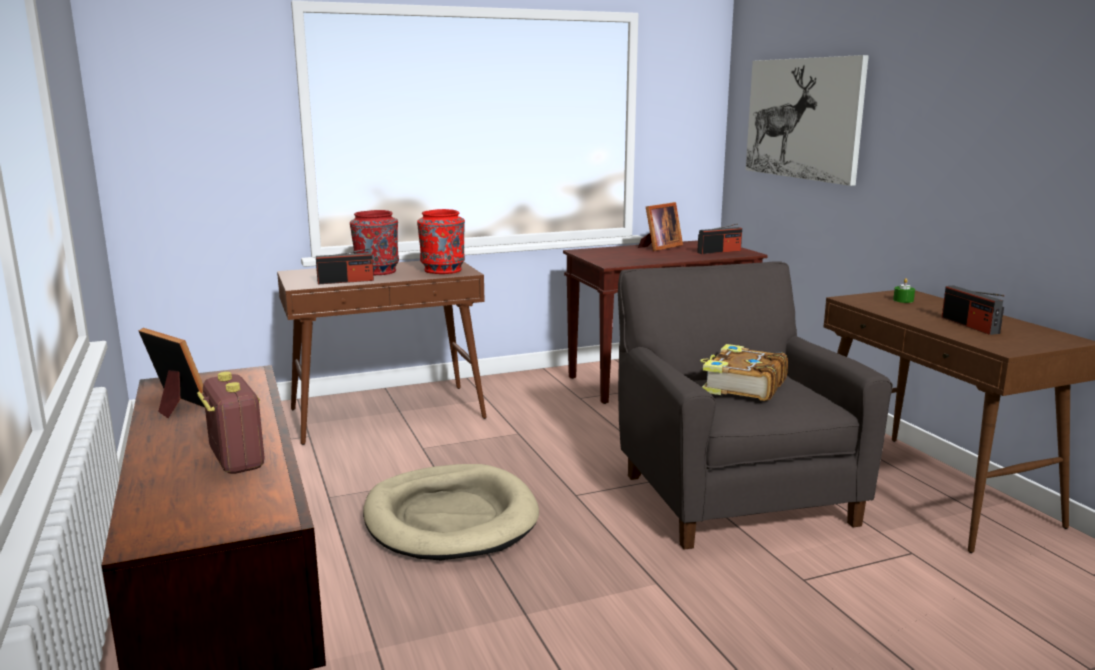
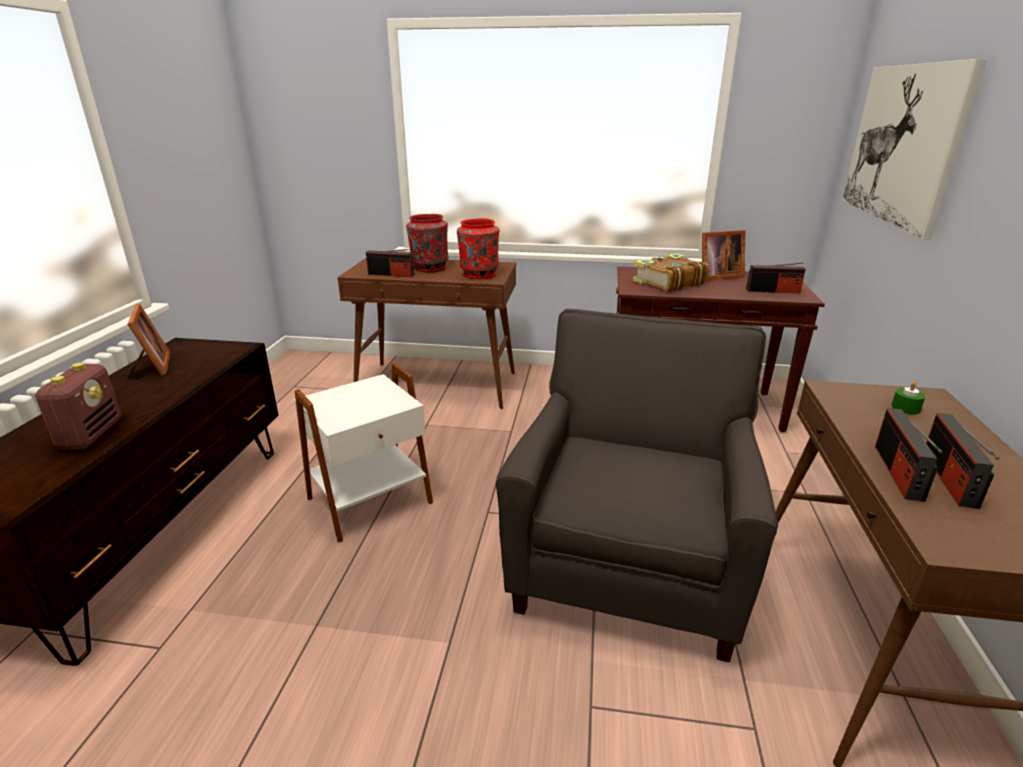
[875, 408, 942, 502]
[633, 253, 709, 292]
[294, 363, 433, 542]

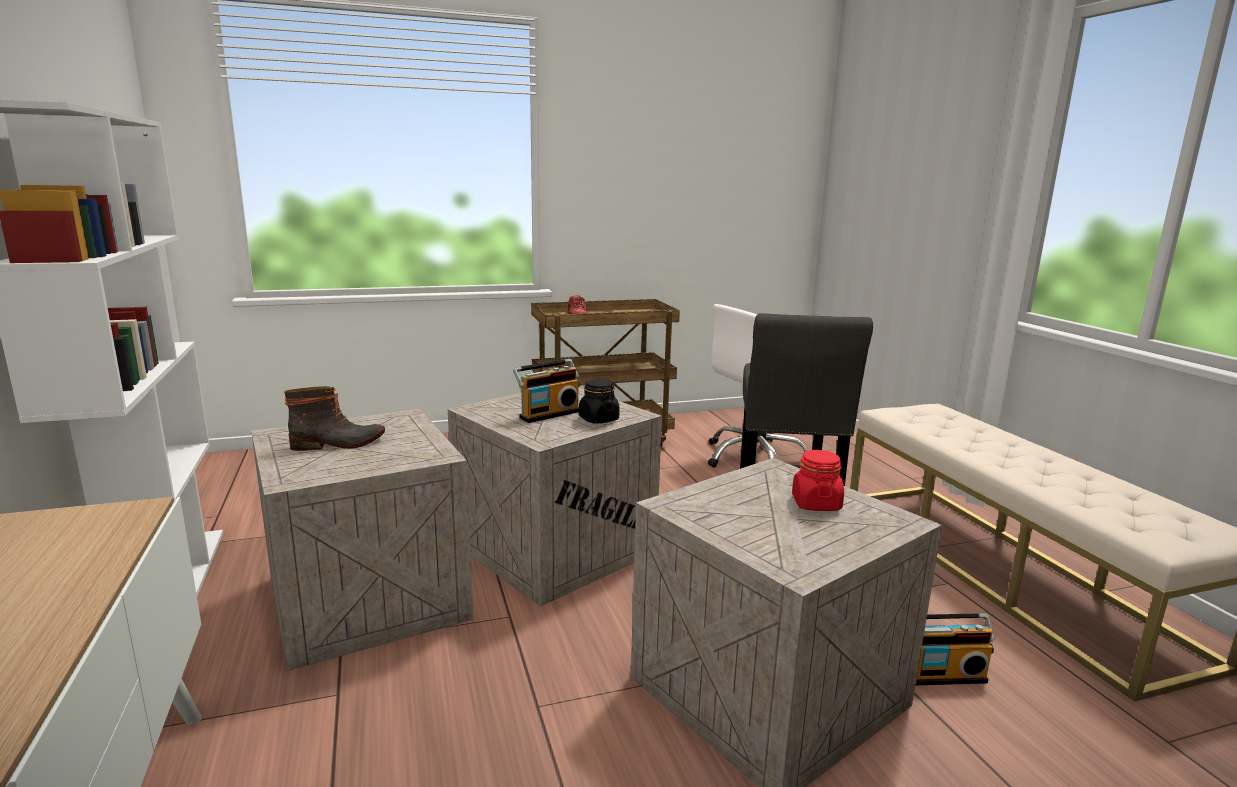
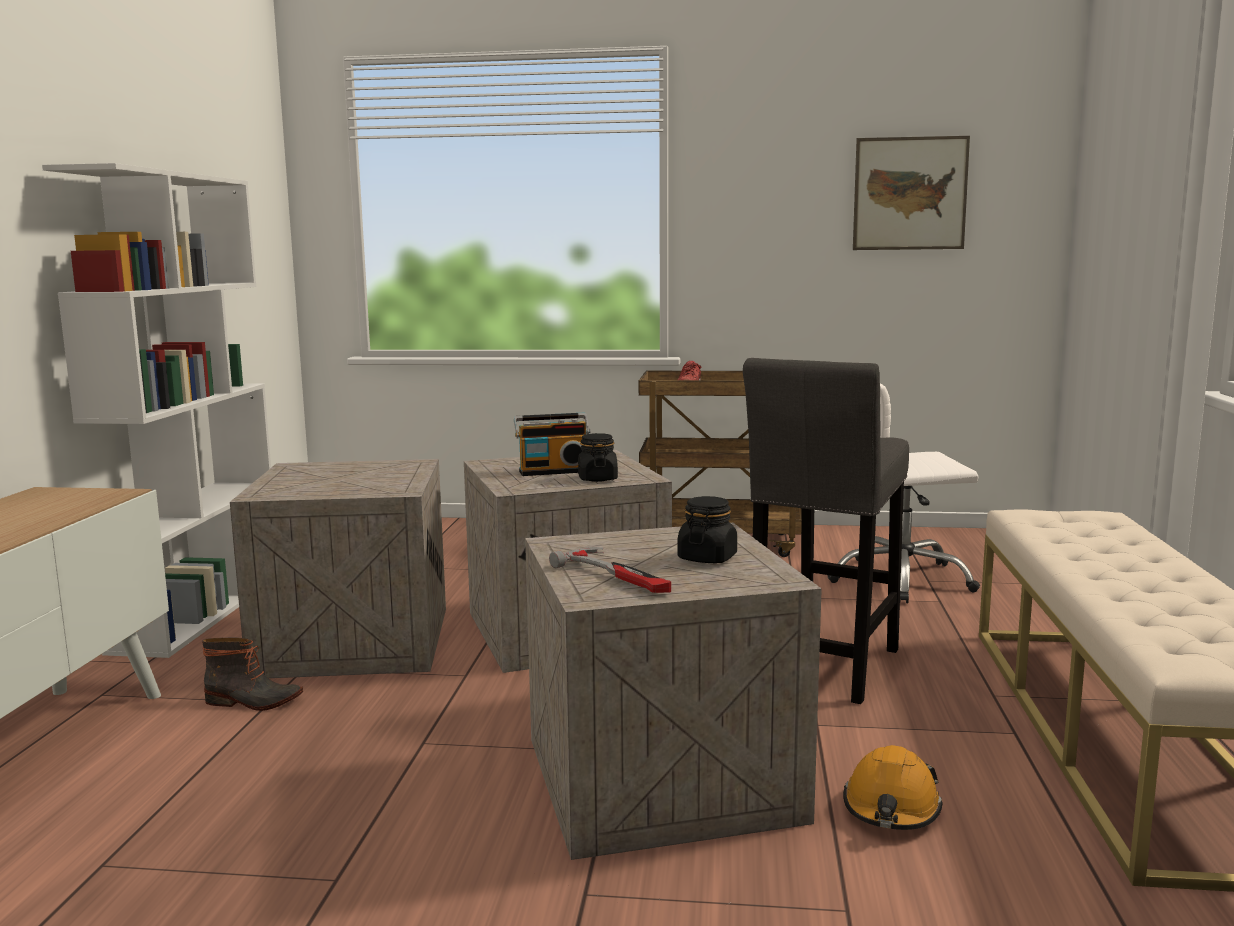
[549, 547, 671, 593]
[853, 136, 970, 250]
[202, 638, 303, 711]
[843, 745, 943, 830]
[677, 496, 737, 563]

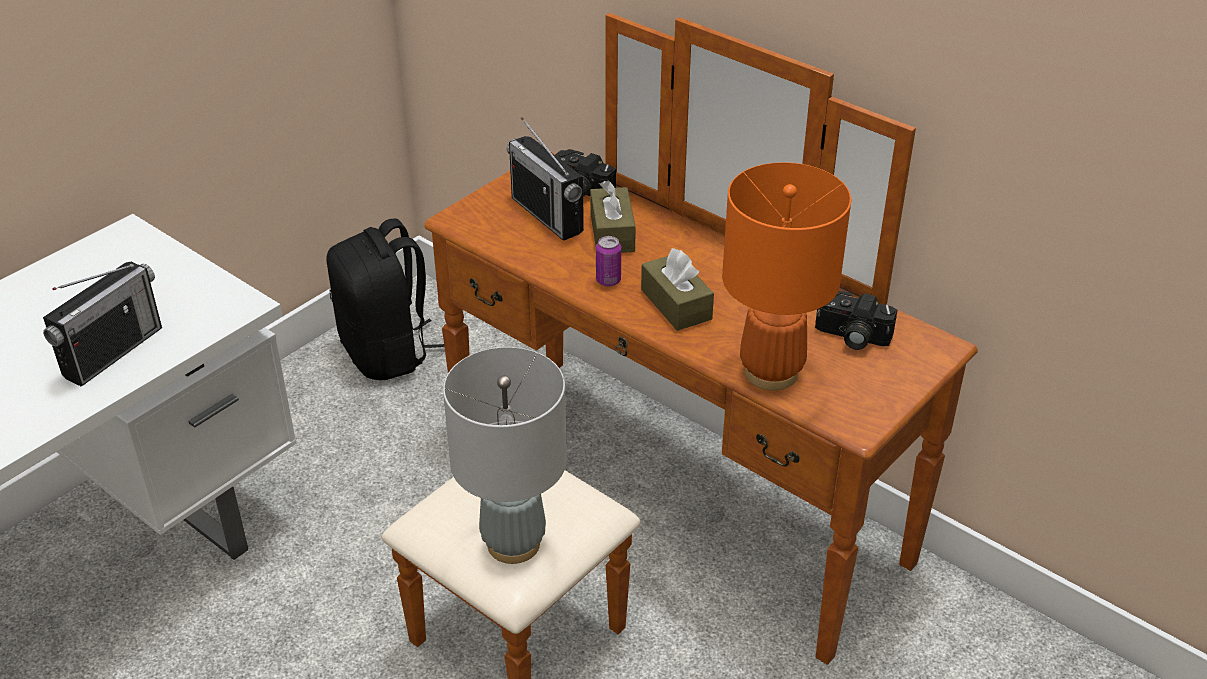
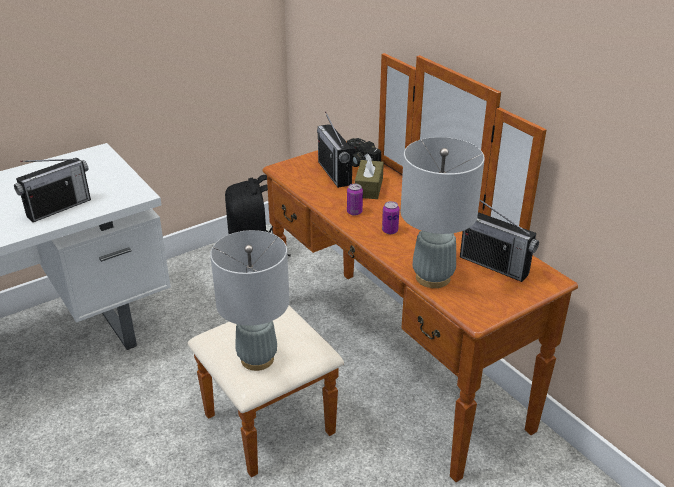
[382, 201, 399, 234]
[460, 200, 539, 282]
[401, 137, 485, 288]

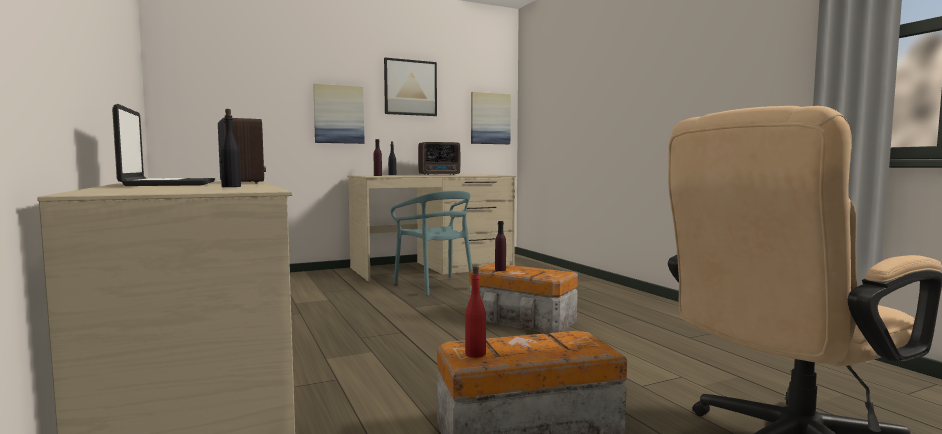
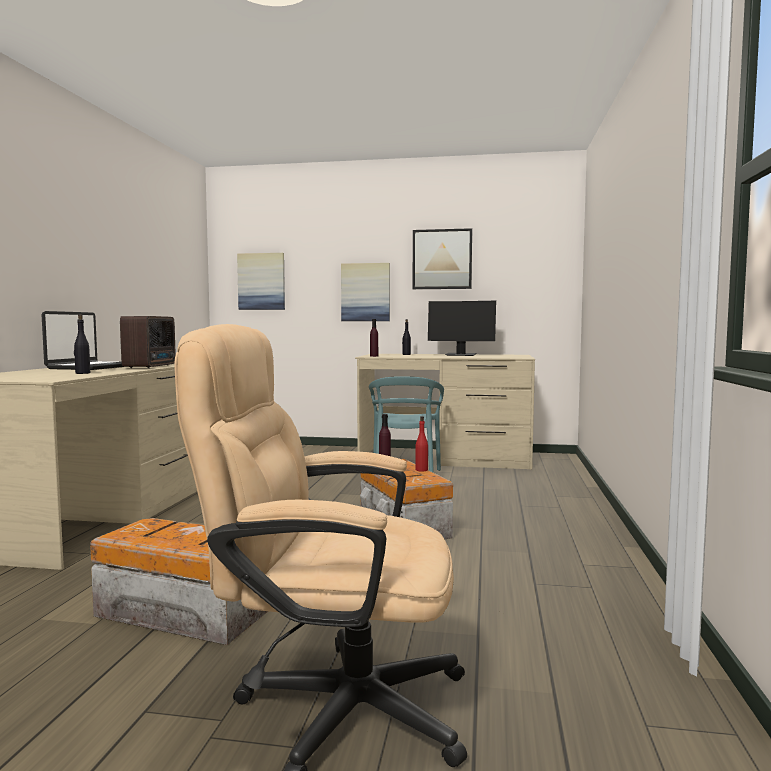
[415, 416, 428, 472]
[237, 253, 285, 310]
[428, 301, 496, 356]

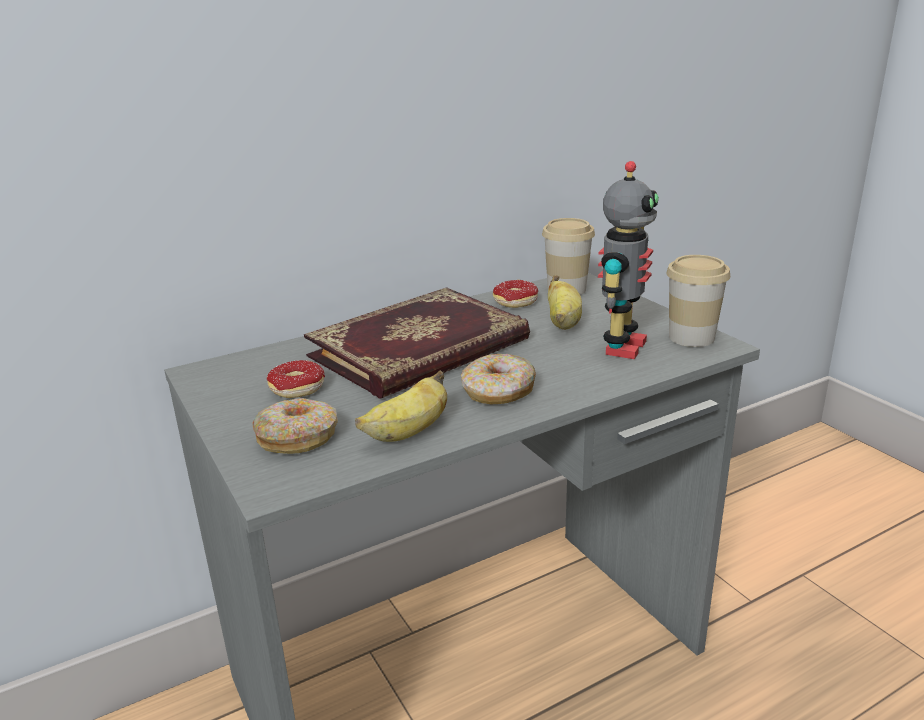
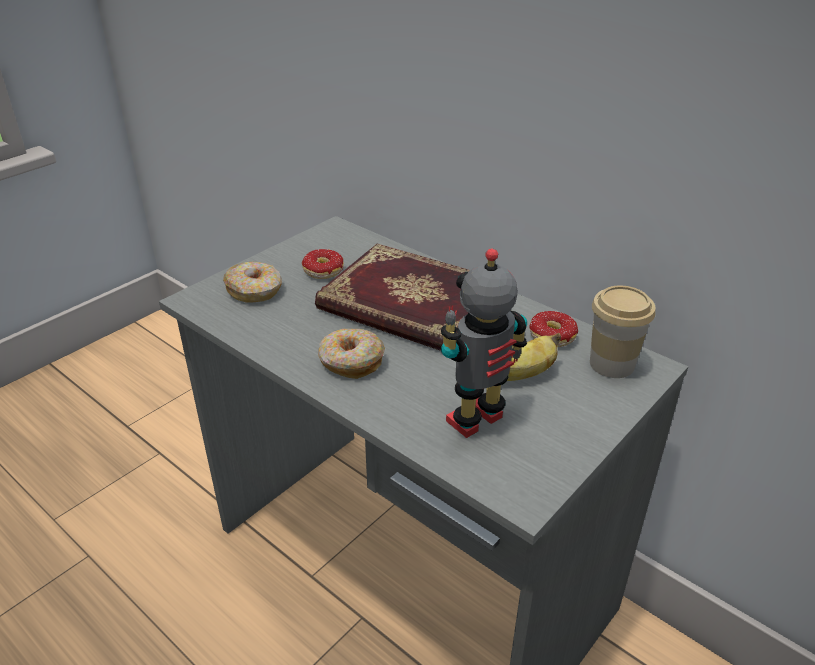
[355, 371, 447, 442] (first image)
[667, 255, 730, 347] (first image)
[441, 248, 527, 438]

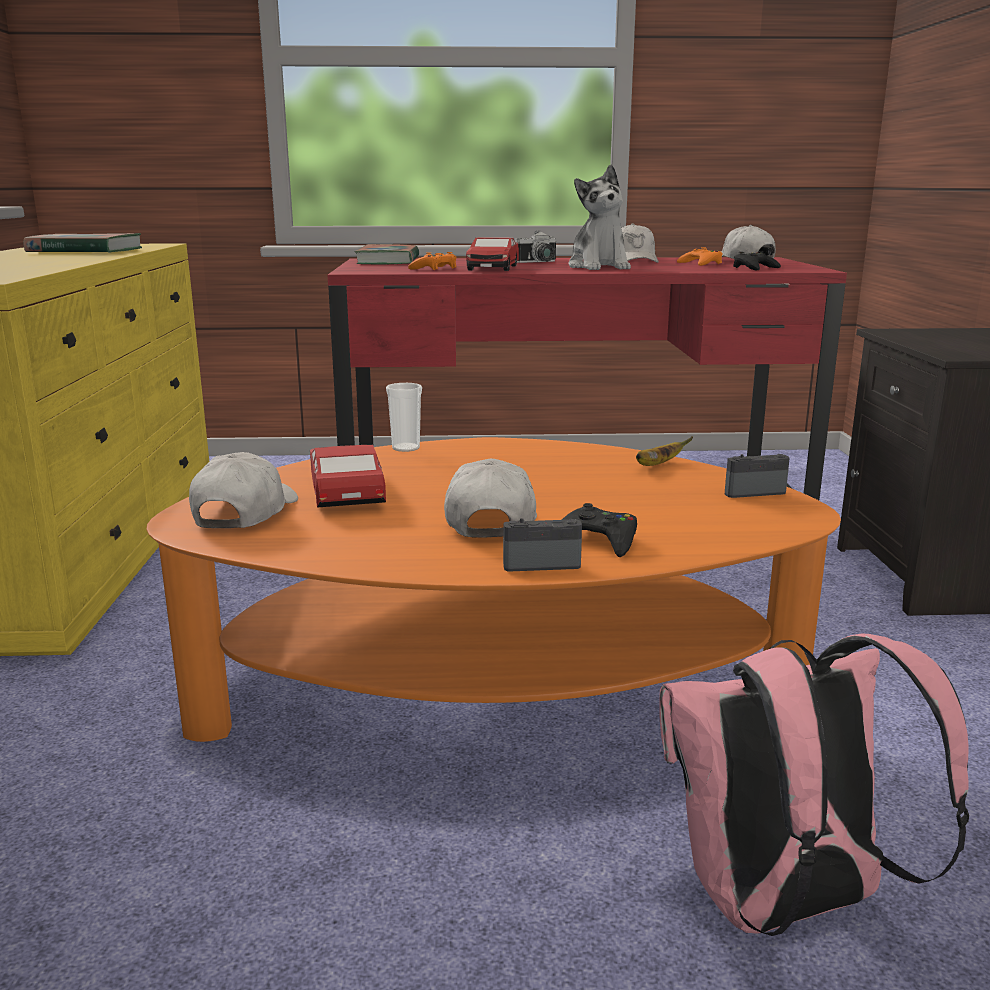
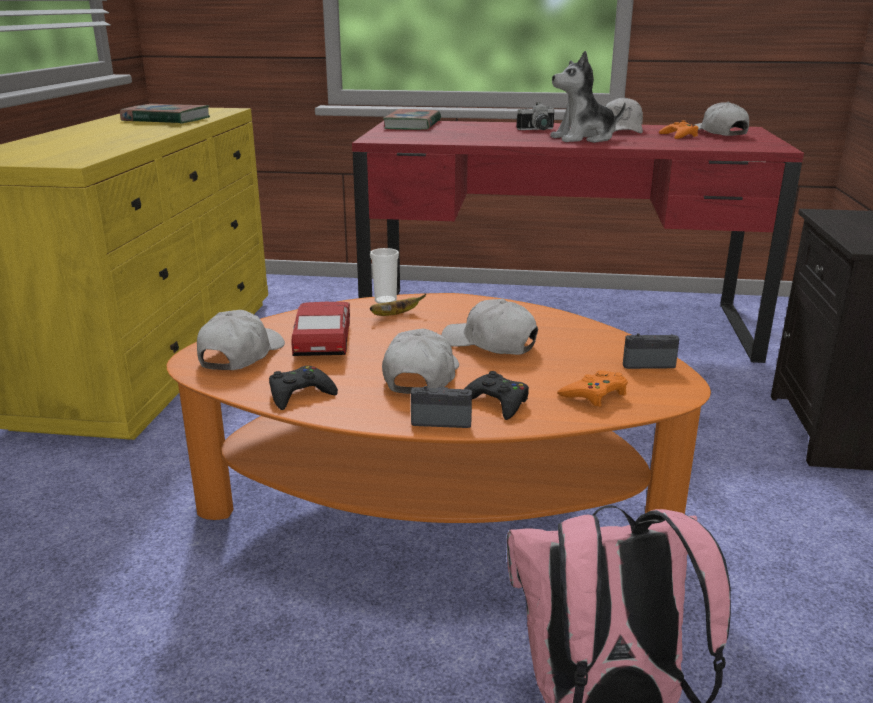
[466, 237, 519, 271] (first image)
[441, 299, 538, 355]
[557, 370, 628, 407]
[370, 294, 426, 316]
[269, 366, 338, 410]
[550, 51, 626, 143]

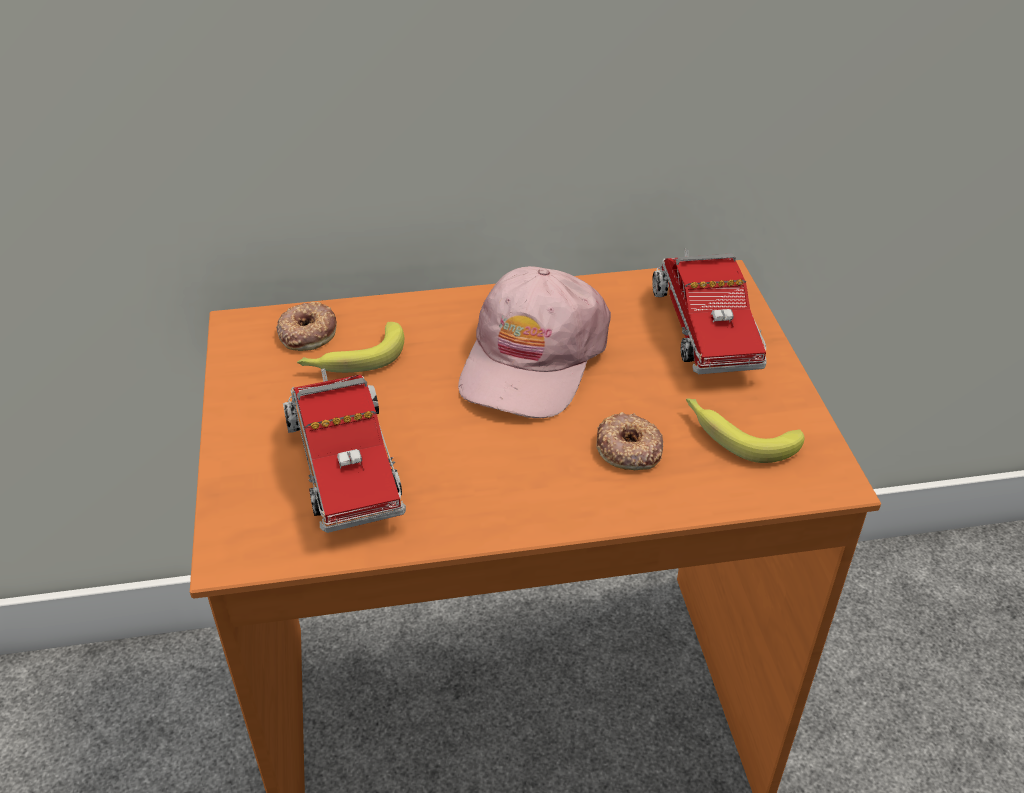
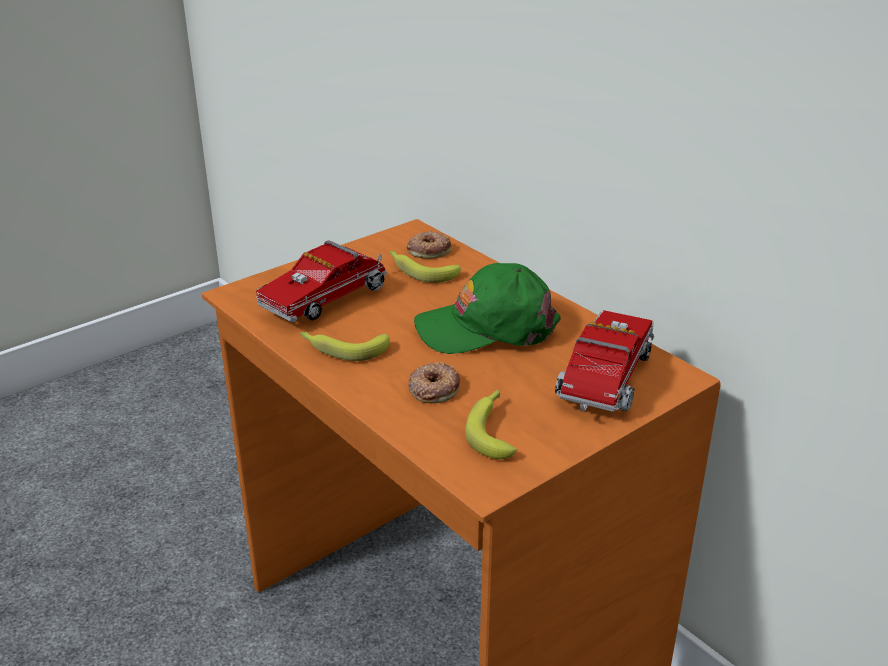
[299, 332, 390, 361]
[414, 263, 561, 354]
[555, 310, 654, 412]

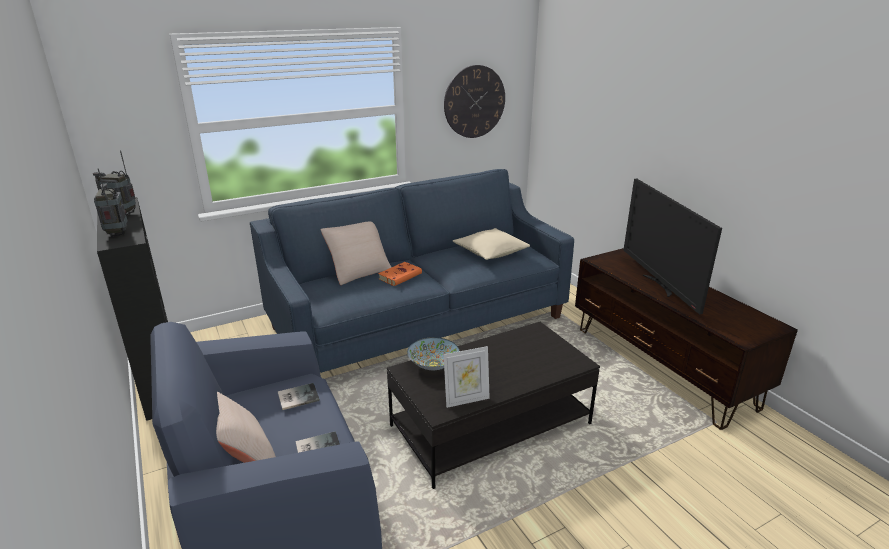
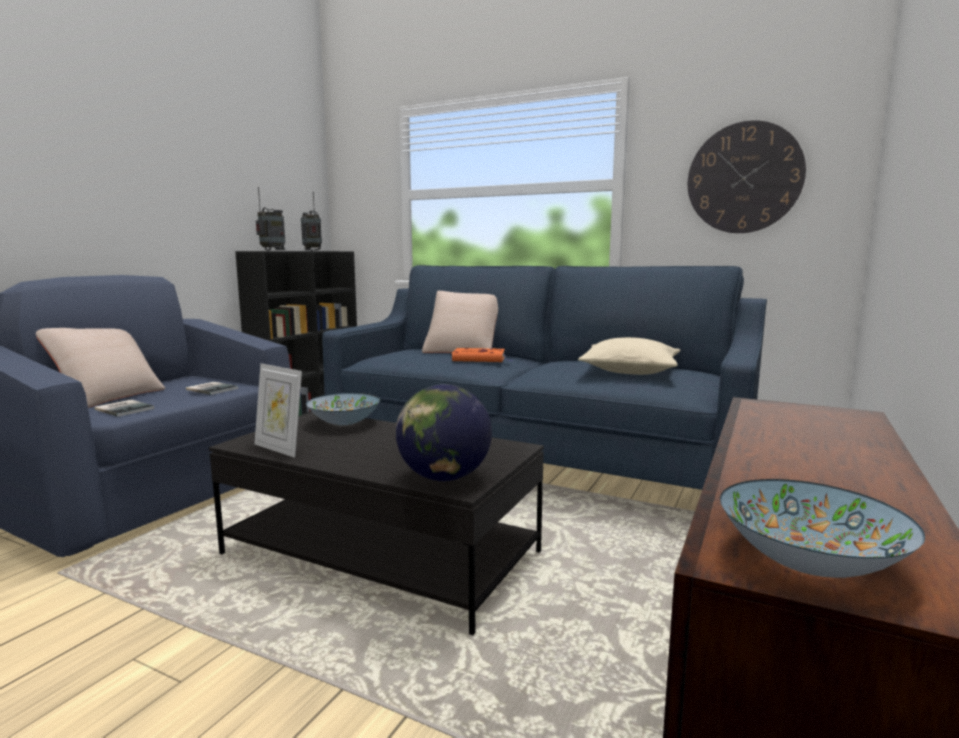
[623, 179, 722, 314] (first image)
[396, 384, 492, 481]
[720, 479, 925, 578]

